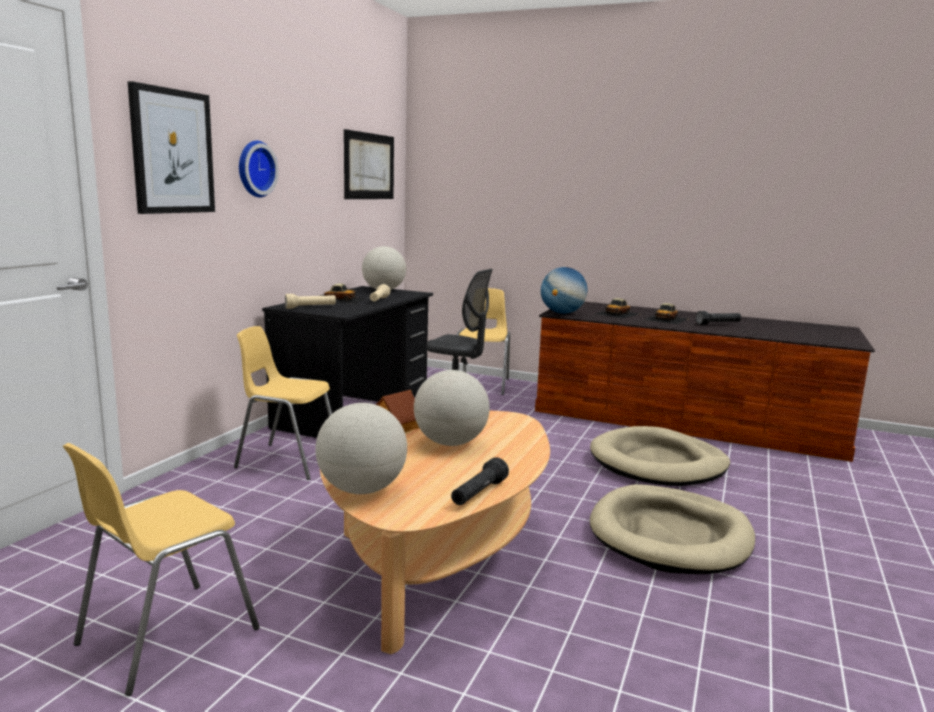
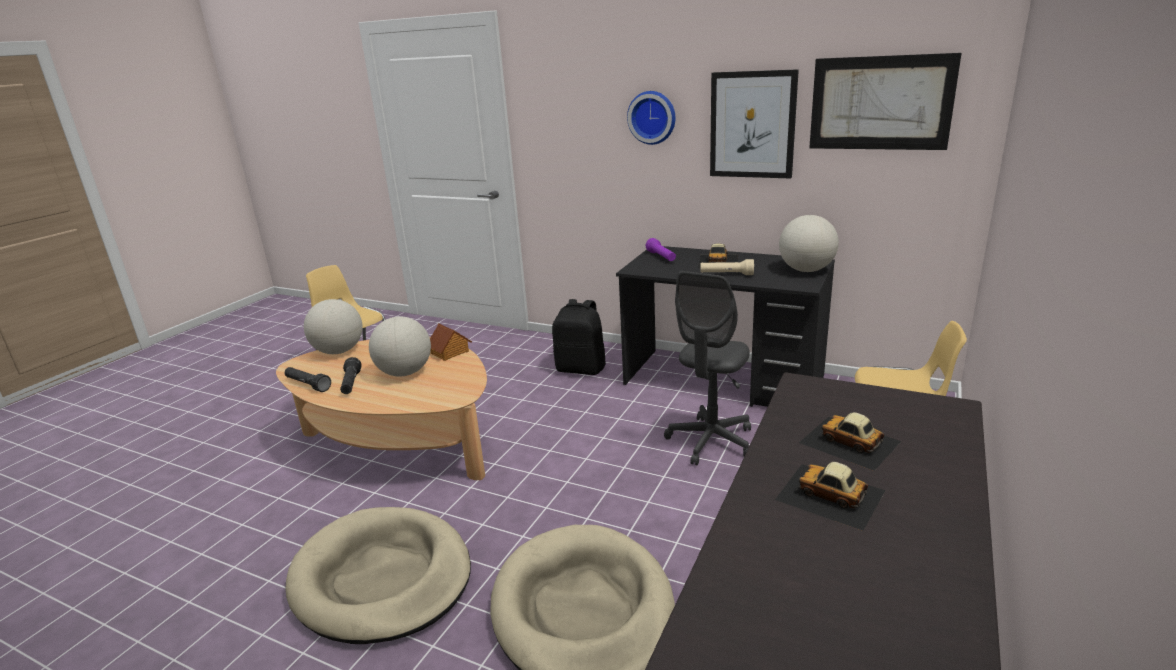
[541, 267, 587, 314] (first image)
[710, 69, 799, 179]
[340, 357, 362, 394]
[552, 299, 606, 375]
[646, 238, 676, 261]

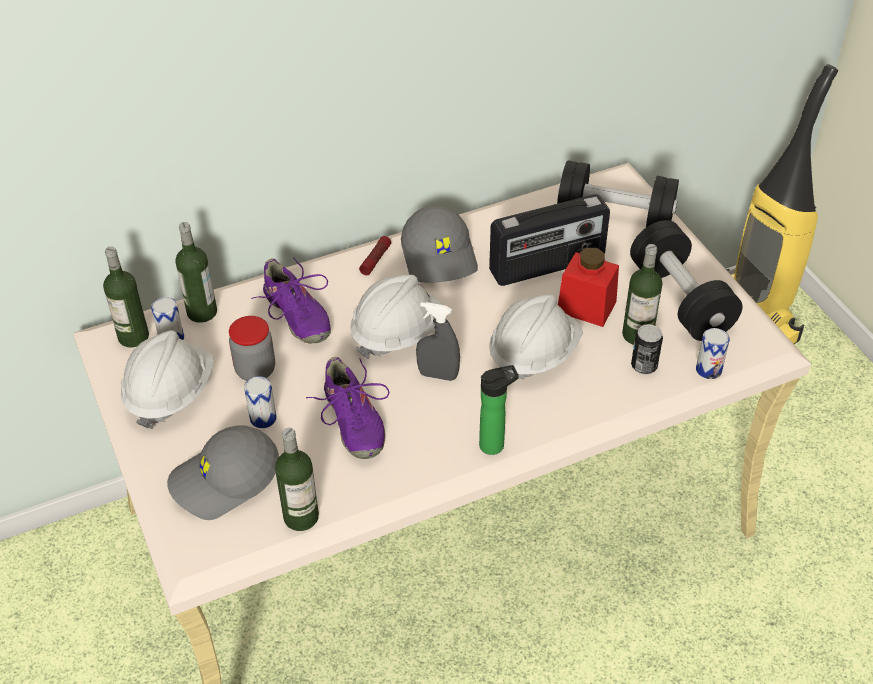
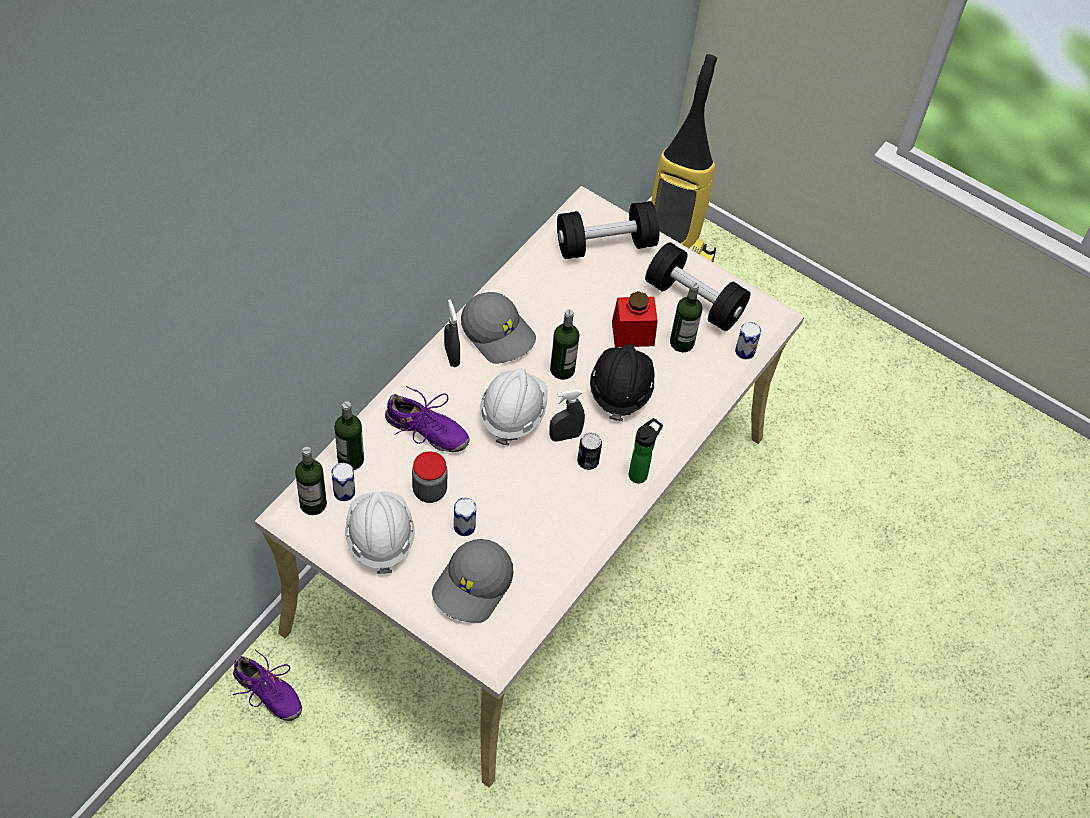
[489, 194, 610, 286] (first image)
[550, 309, 579, 380]
[233, 649, 302, 721]
[577, 432, 602, 470]
[444, 299, 460, 367]
[590, 344, 654, 421]

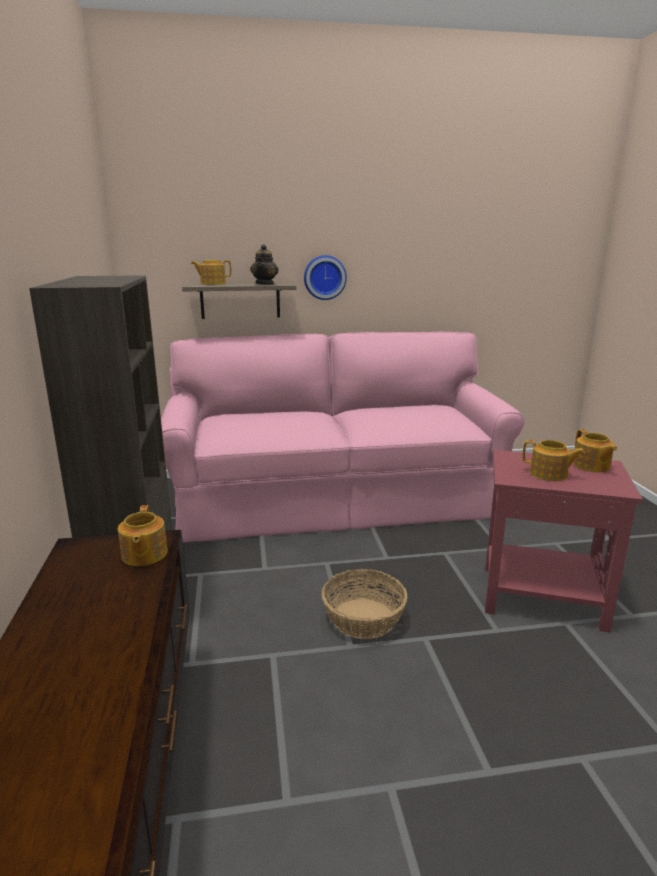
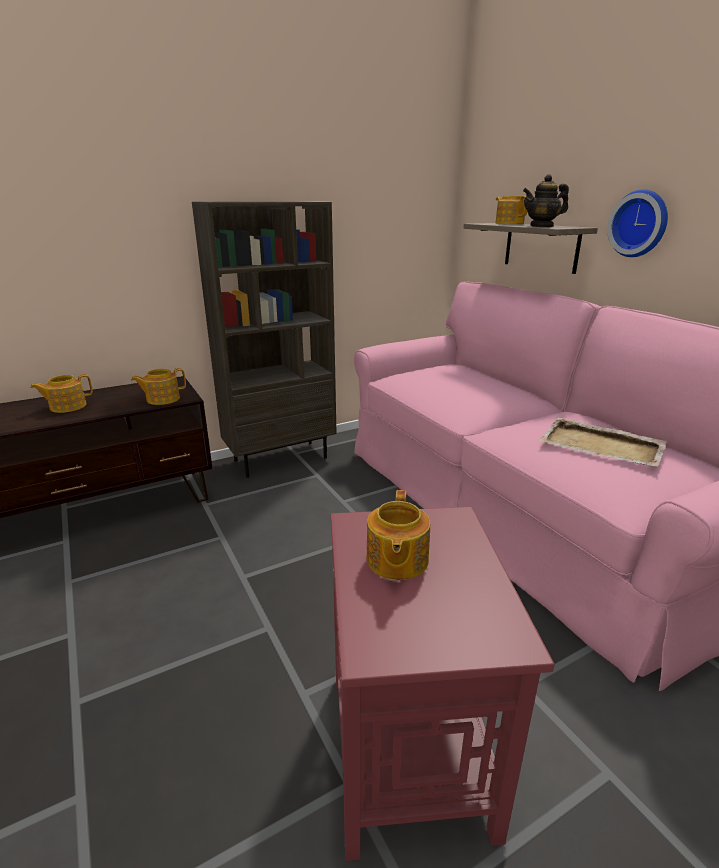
[322, 569, 408, 639] (first image)
[538, 418, 667, 467]
[30, 374, 93, 413]

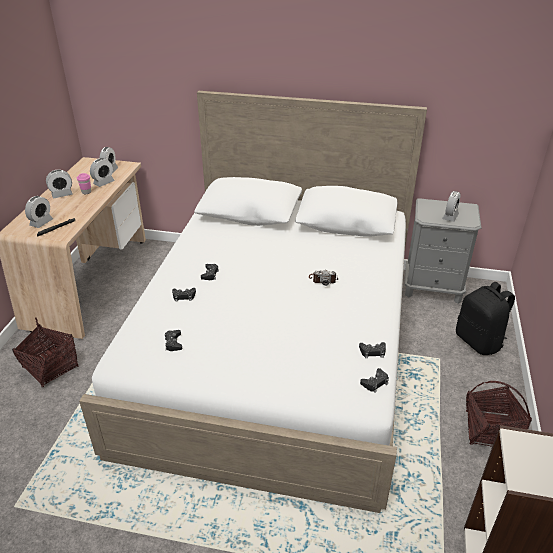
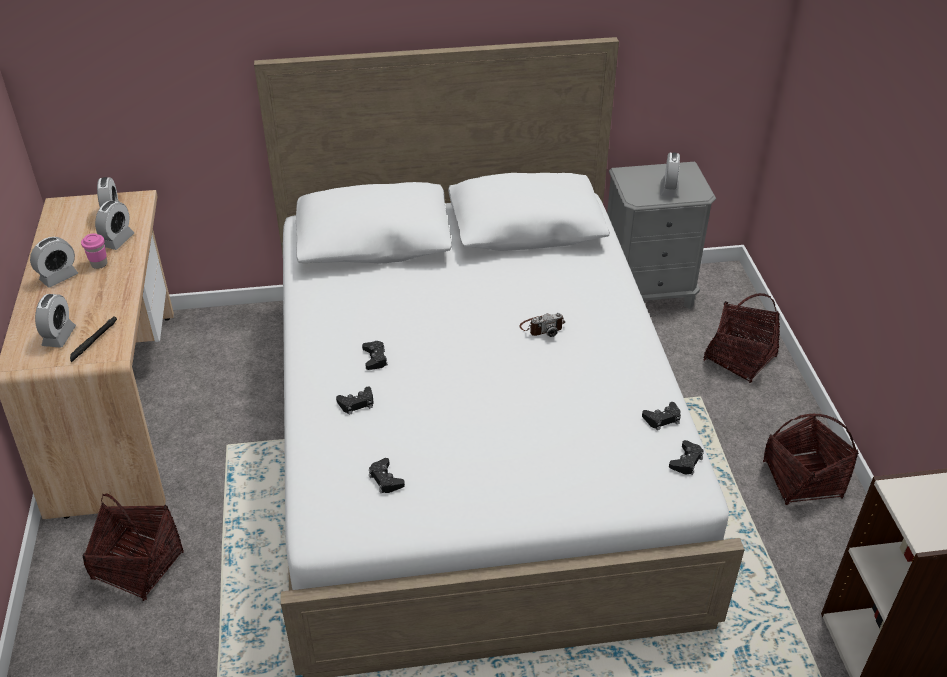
[704, 293, 780, 383]

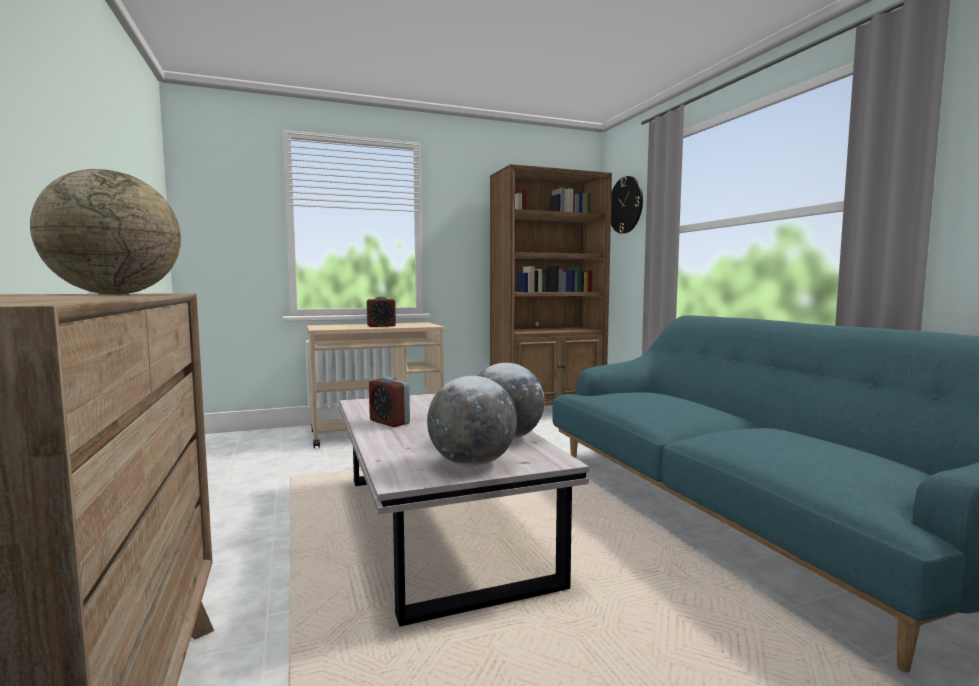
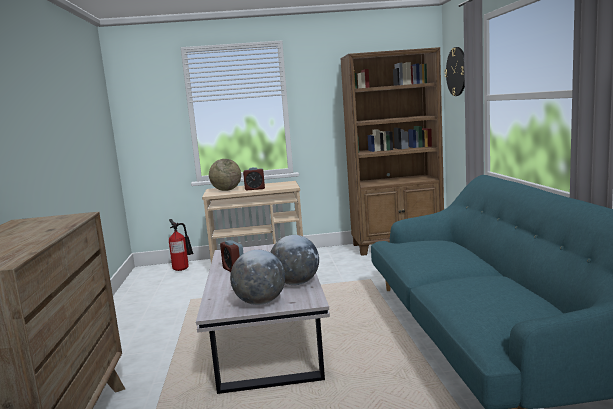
[169, 219, 193, 271]
[209, 159, 241, 191]

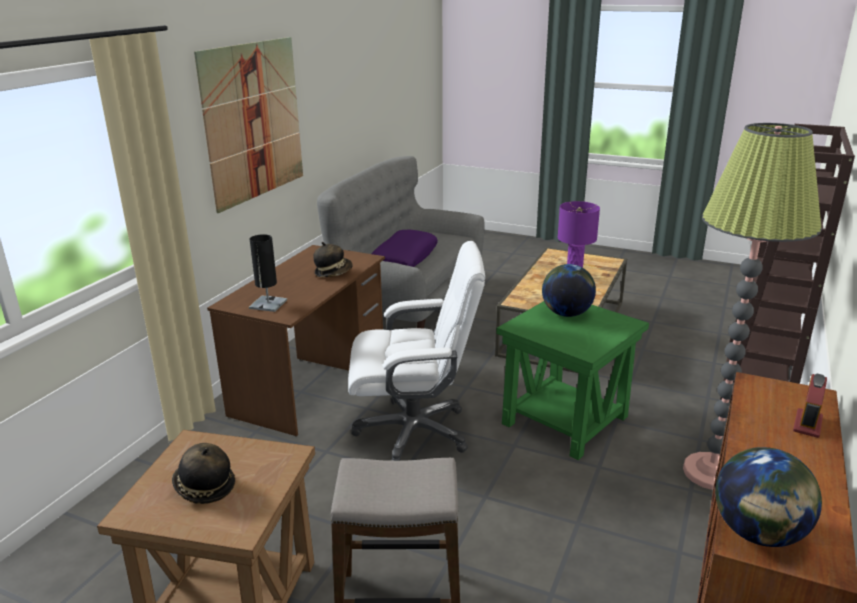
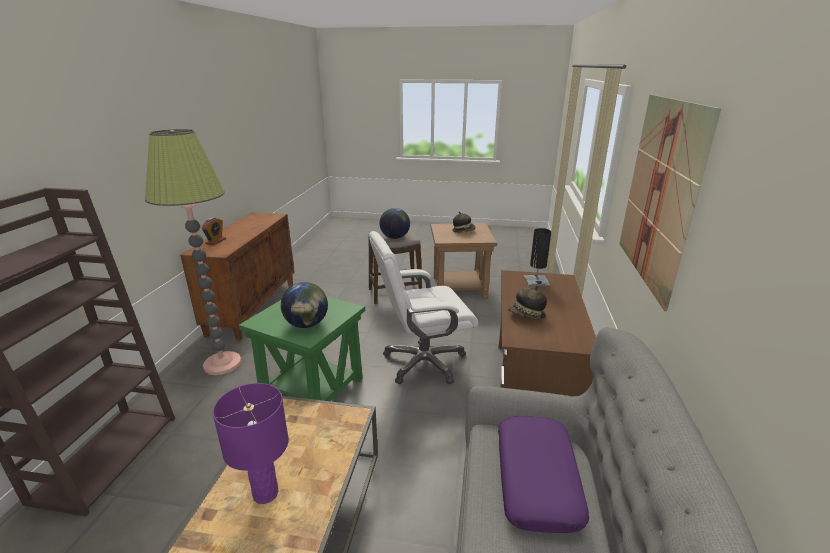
[379, 208, 410, 239]

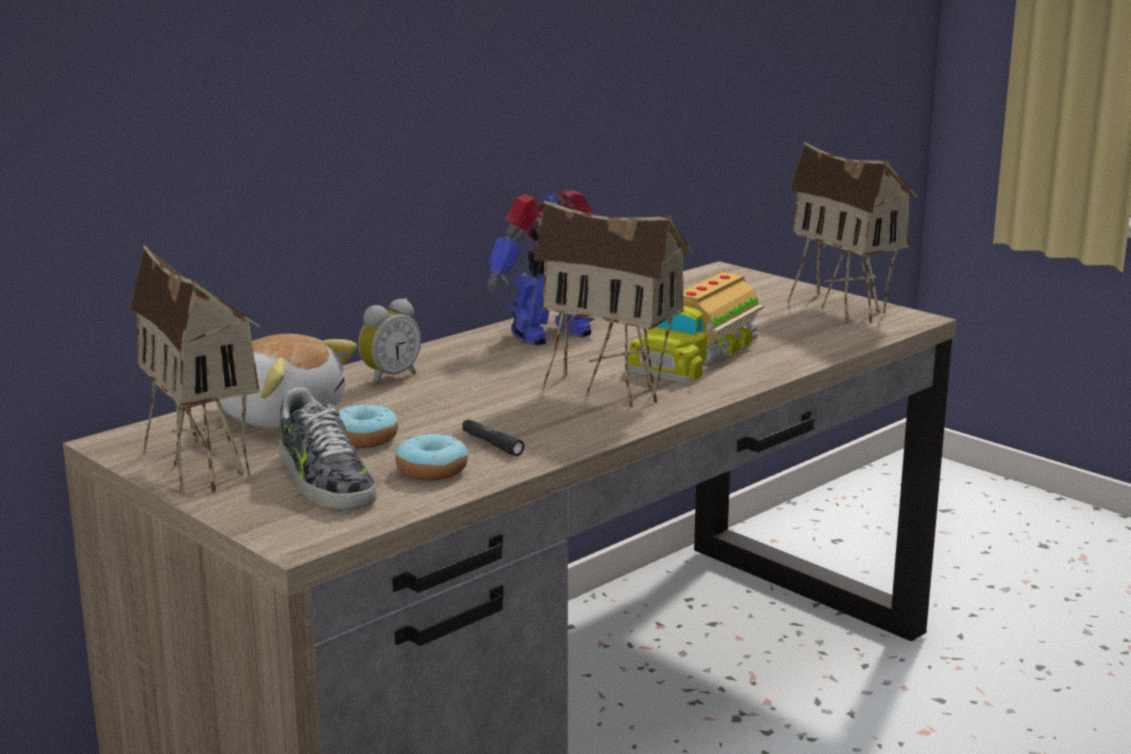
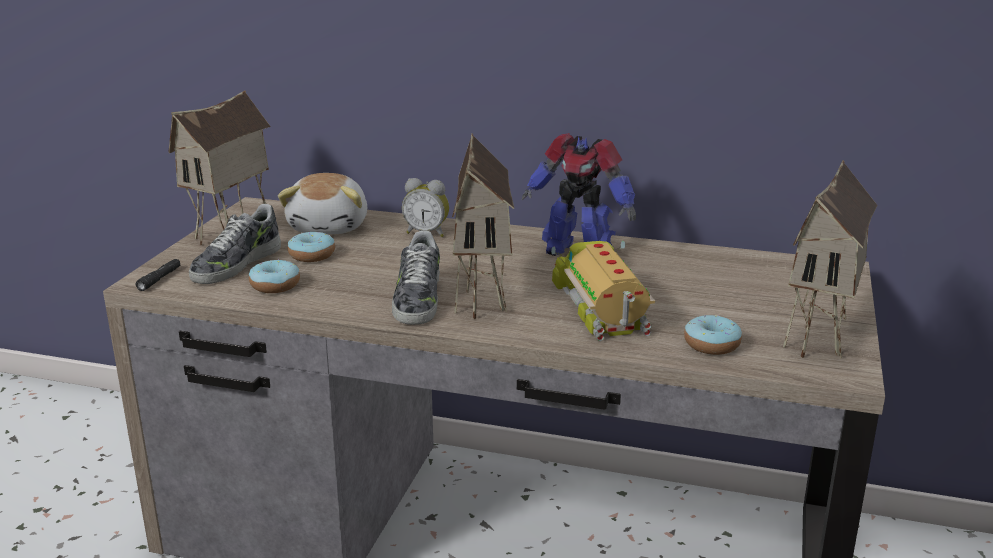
[392, 230, 440, 325]
[684, 315, 742, 355]
[135, 259, 180, 291]
[551, 241, 655, 341]

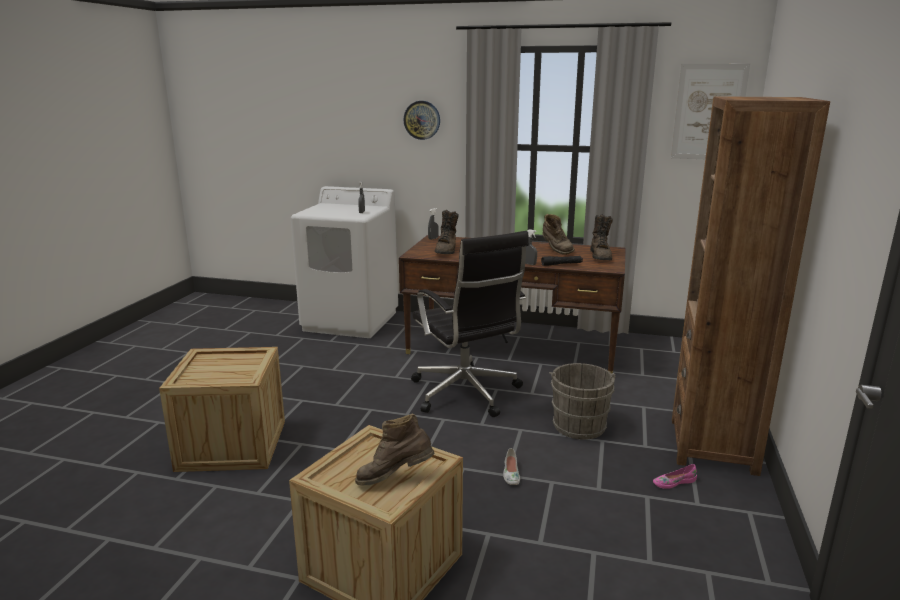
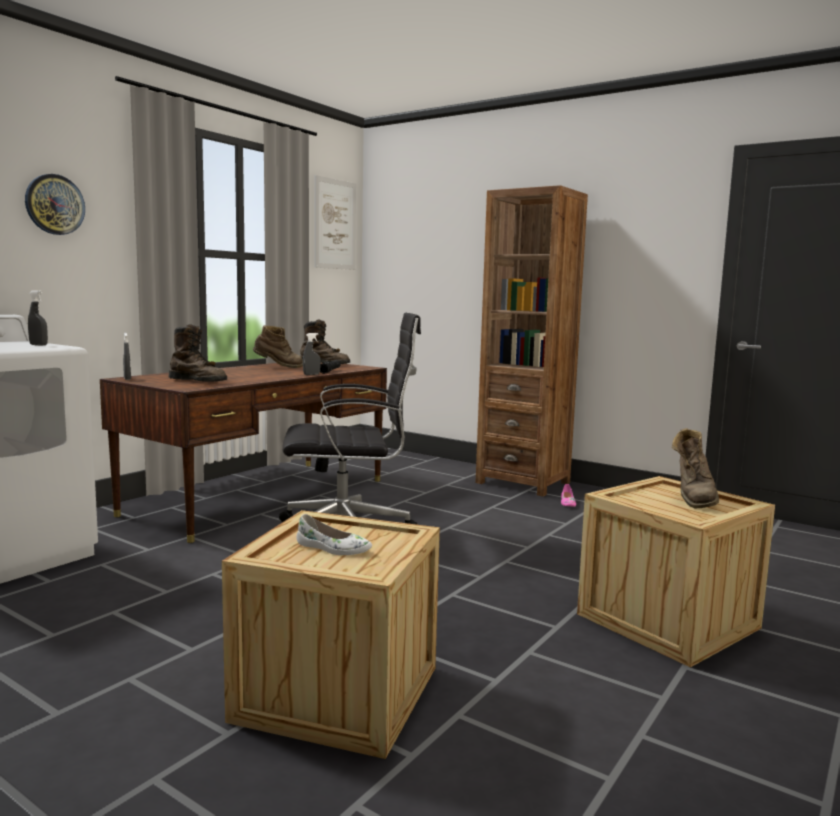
[549, 363, 616, 440] (first image)
[296, 514, 372, 555]

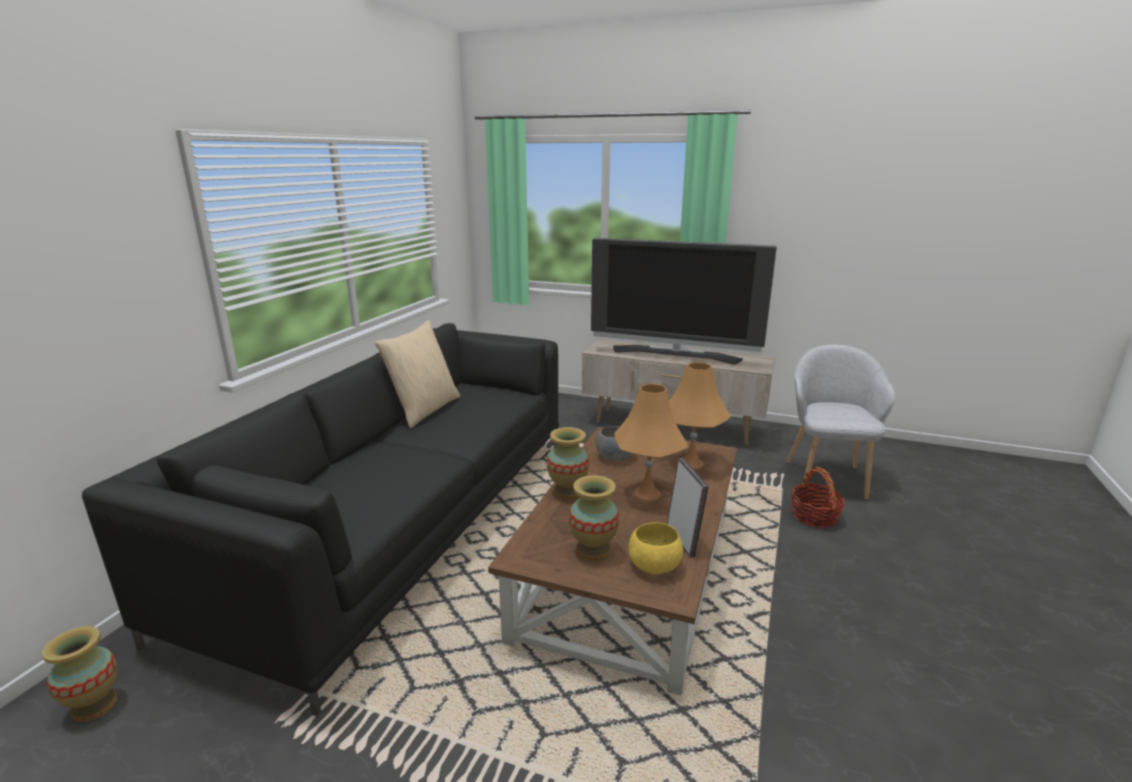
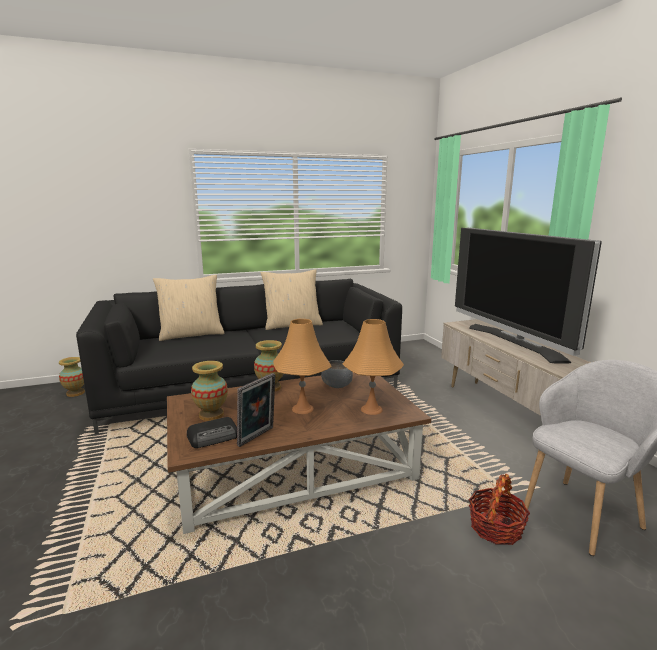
[153, 275, 225, 341]
[187, 417, 237, 448]

